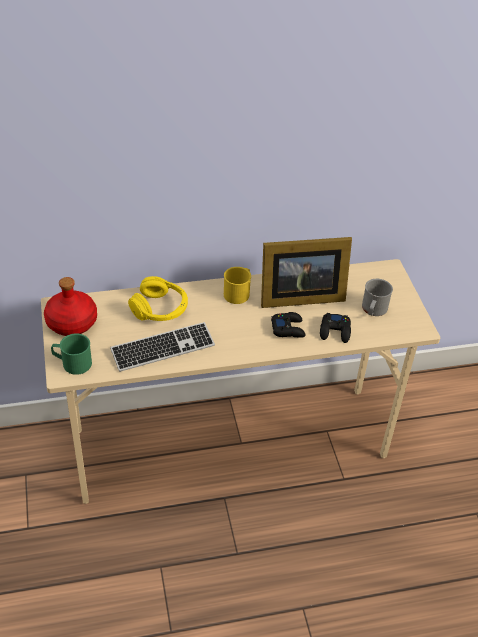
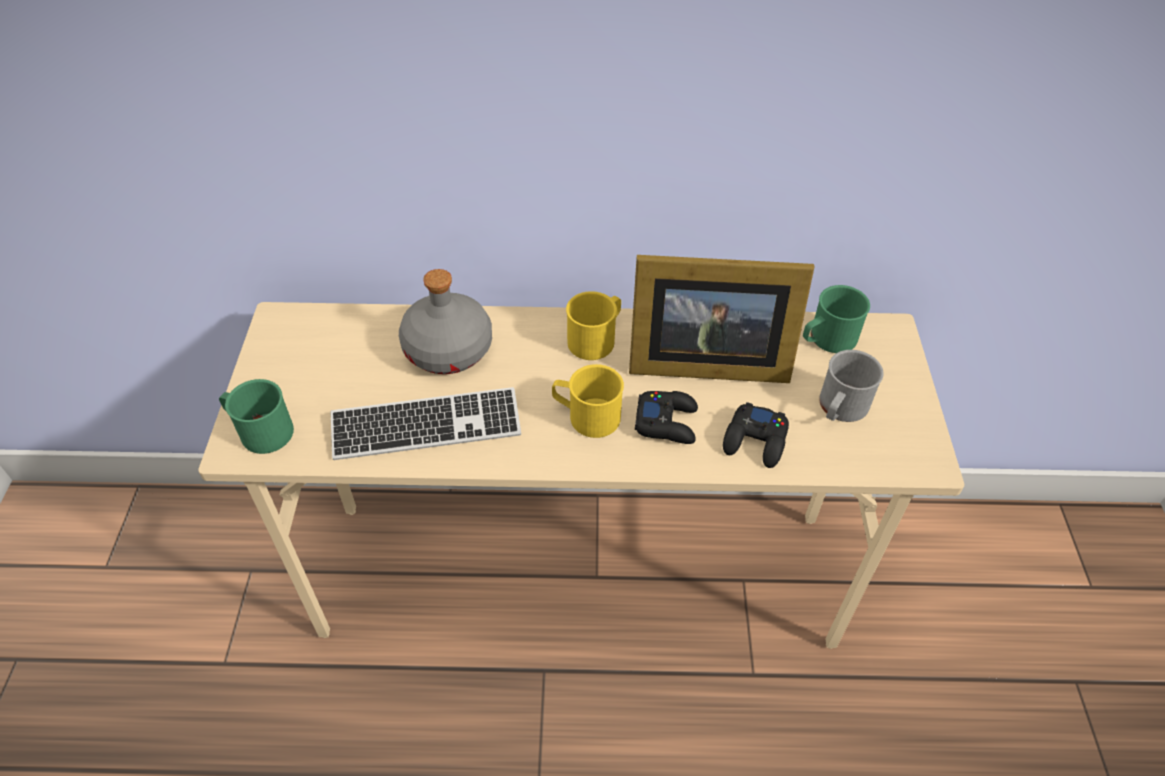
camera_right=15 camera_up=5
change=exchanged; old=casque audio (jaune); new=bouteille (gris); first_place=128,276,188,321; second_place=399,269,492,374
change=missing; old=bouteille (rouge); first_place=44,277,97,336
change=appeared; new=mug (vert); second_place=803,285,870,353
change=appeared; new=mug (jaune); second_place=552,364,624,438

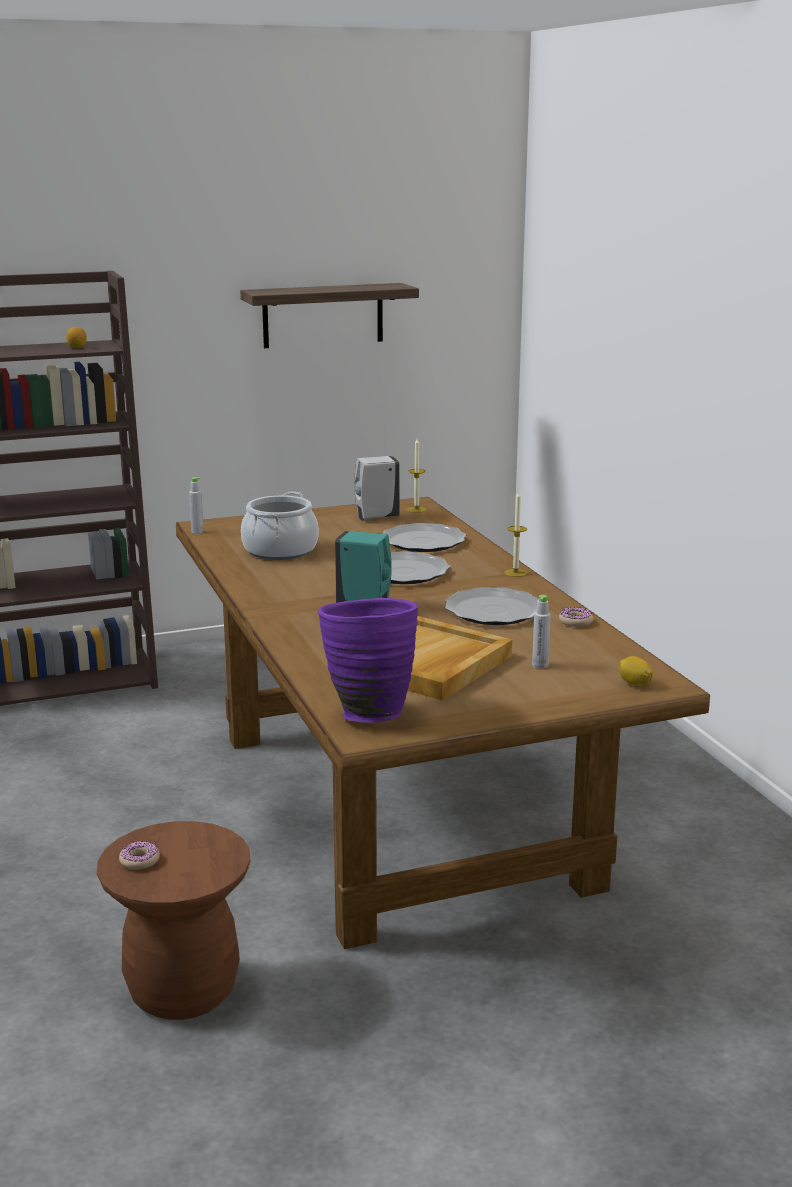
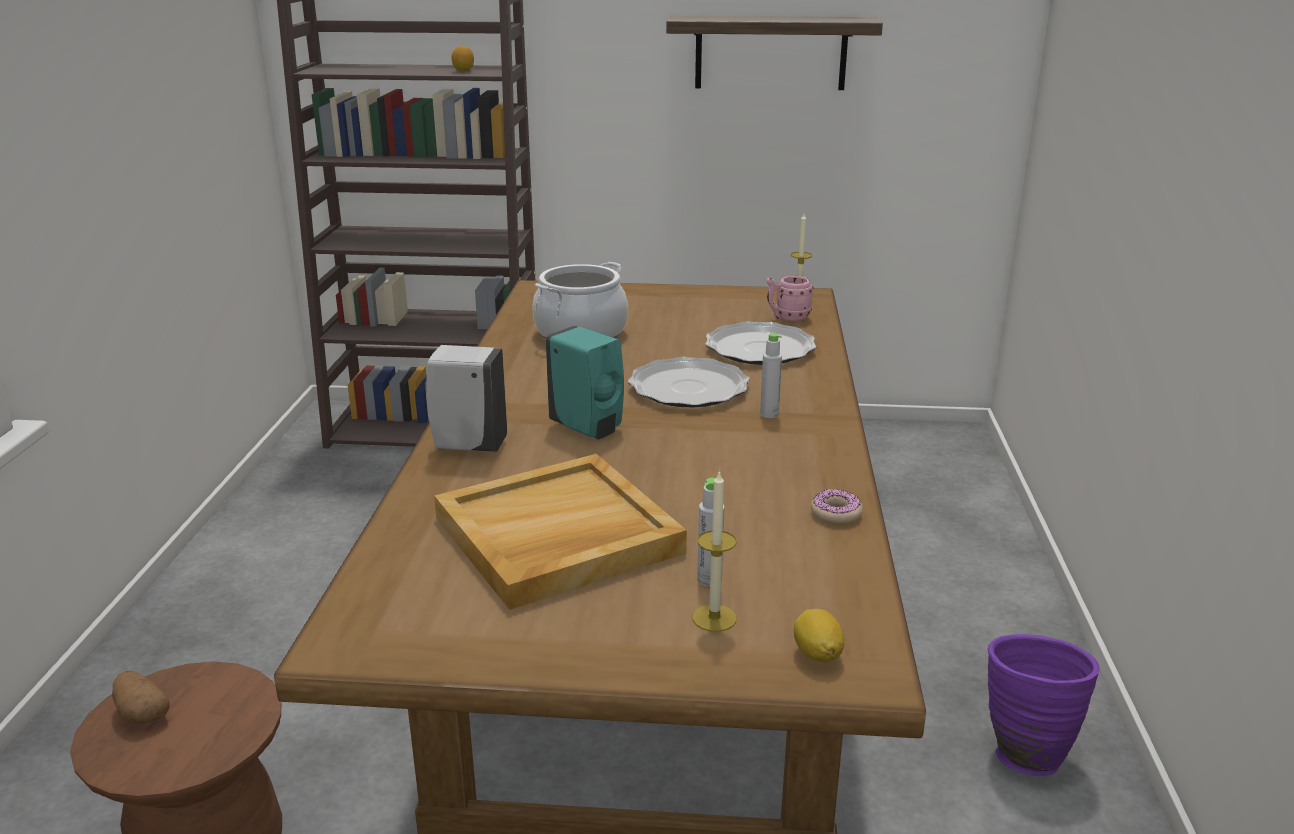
camera_right=25 camera_up=5
change=relocated; old=distributeur de savon (blanc); first_place=354,456,399,521; second_place=426,345,507,452
change=relocated; old=bouteille (gris); first_place=189,477,204,534; second_place=760,333,782,418
change=relocated; old=bougie; first_place=504,490,527,577; second_place=693,470,737,632
change=missing; old=assiette; first_place=445,587,539,625
change=relocated; old=vase (violet); first_place=317,598,418,723; second_place=988,634,1100,776
change=exchanged; old=beignet; new=pomme de terre; first_place=119,842,160,870; second_place=112,670,170,724
change=appeared; new=mug (rose); second_place=766,276,814,321

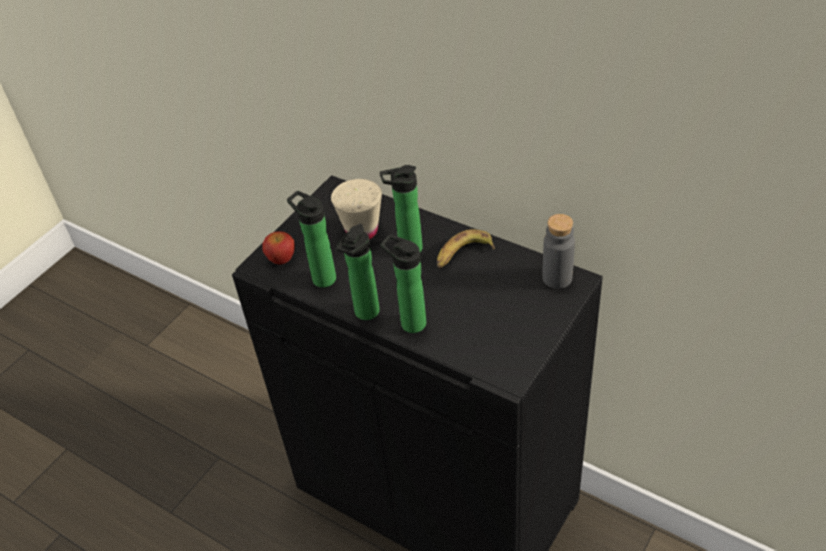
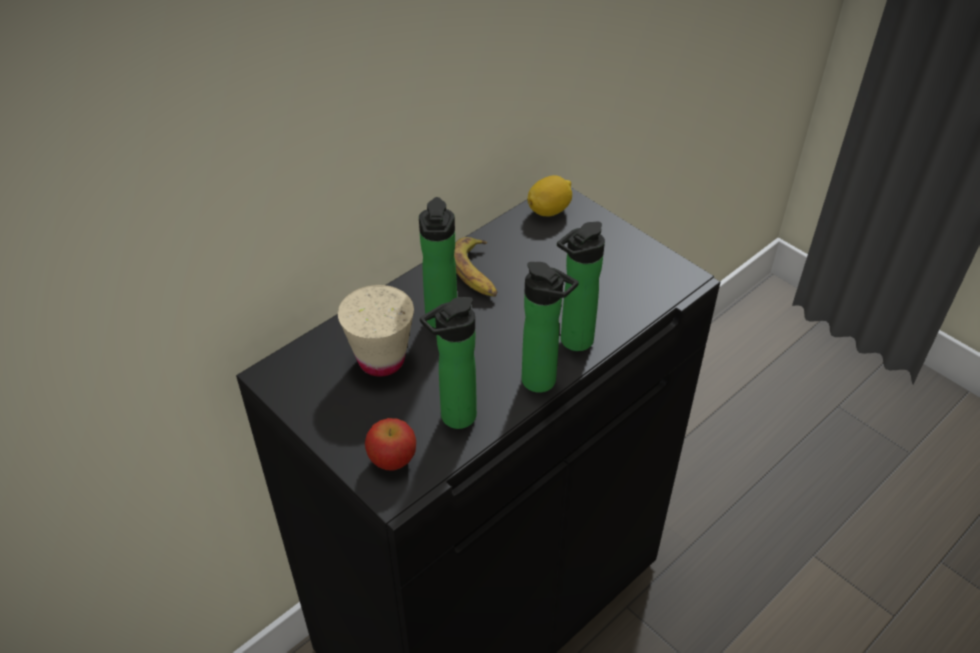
camera_right=-80 camera_up=0
change=exchanged; old=bouteille (gris); new=citron; first_place=542,214,575,289; second_place=527,175,572,216

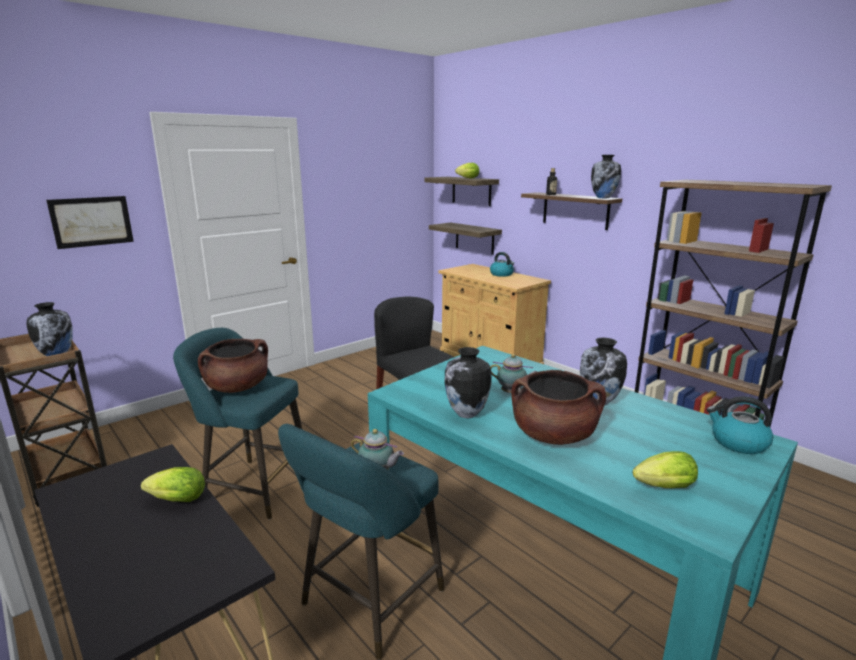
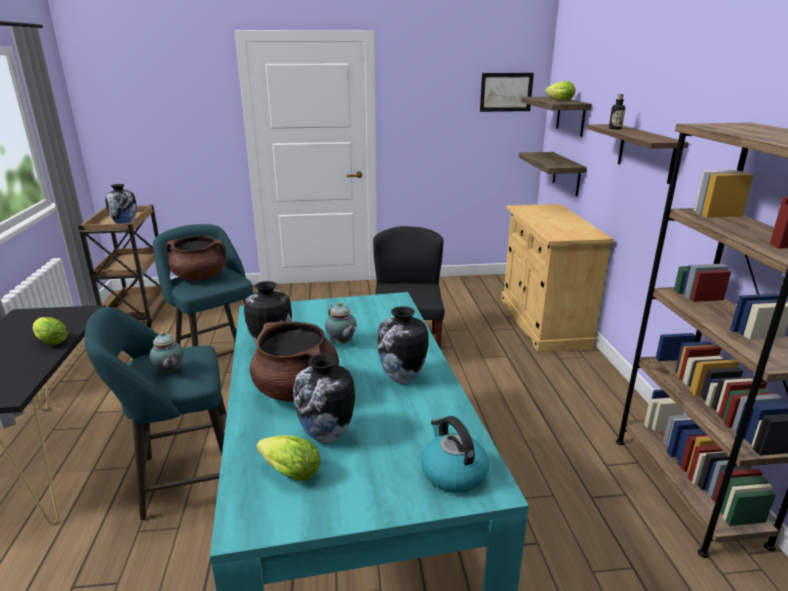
camera_right=35 camera_up=5
change=relocated; old=vase; first_place=591,155,621,198; second_place=293,354,355,444
change=relocated; old=tableau; first_place=46,196,134,249; second_place=480,73,534,112
change=missing; old=bouilloire; first_place=490,252,514,277

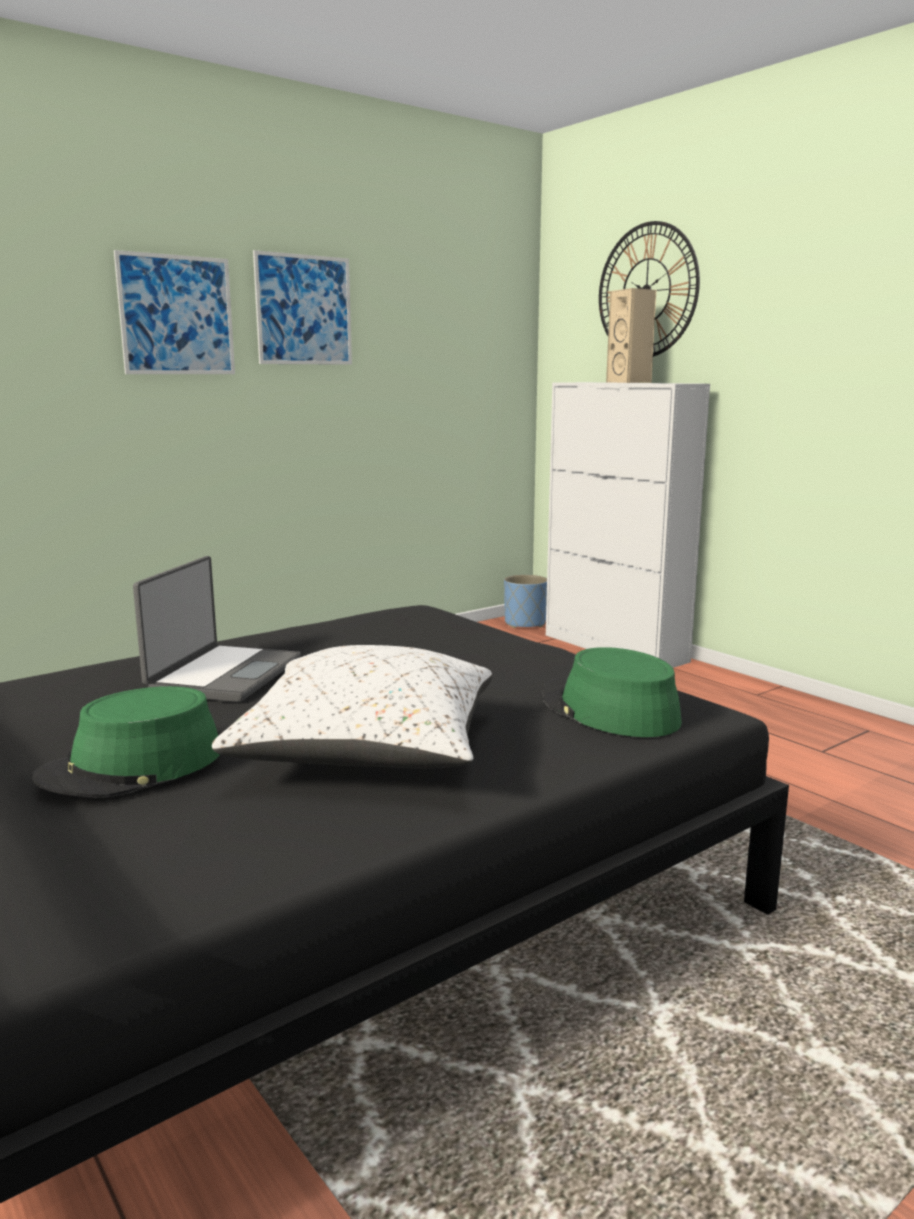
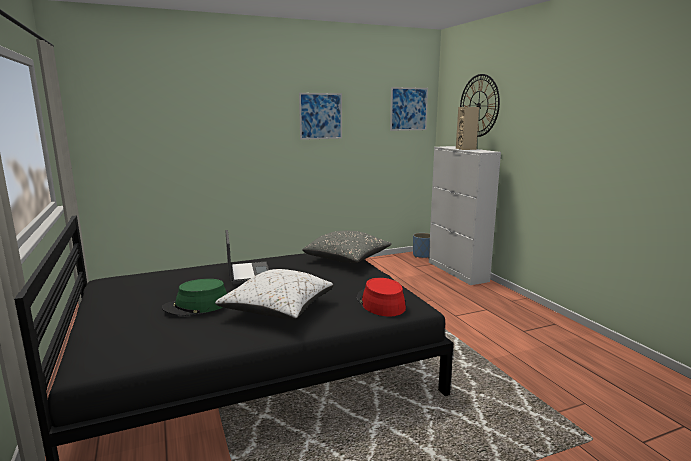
camera_right=15 camera_up=0
change=relocated; old=tableau; first_place=114,250,235,374; second_place=390,87,428,131
change=spun; old=ordinateur portable; first_place=133,556,301,702; second_place=226,230,269,285; degrees=-45
change=colour; old=chapeau (vert); new=chapeau (rouge); first_place=542,647,682,737; second_place=357,278,406,316
change=appeared; new=coussin (gris); second_place=302,231,392,263

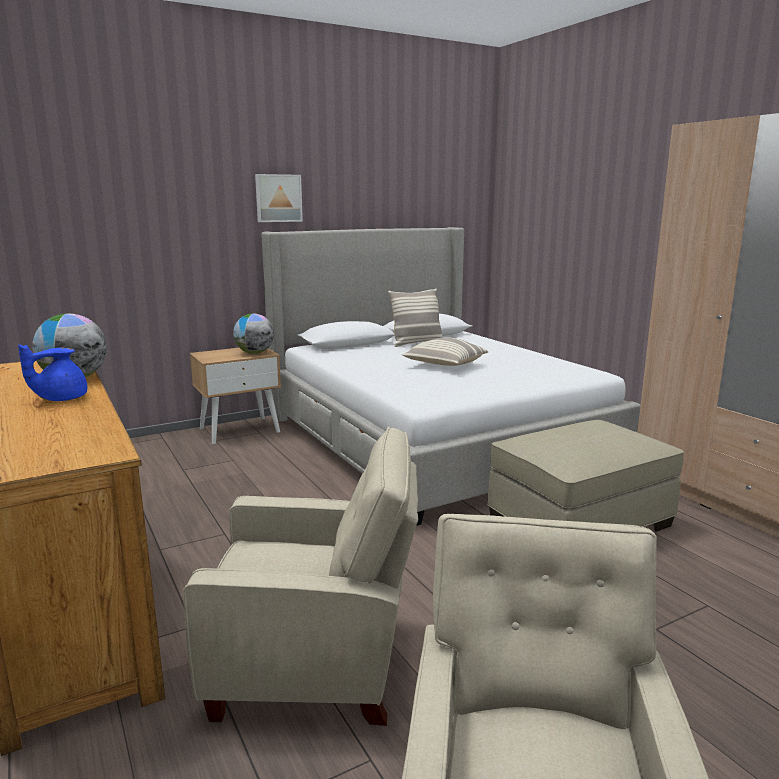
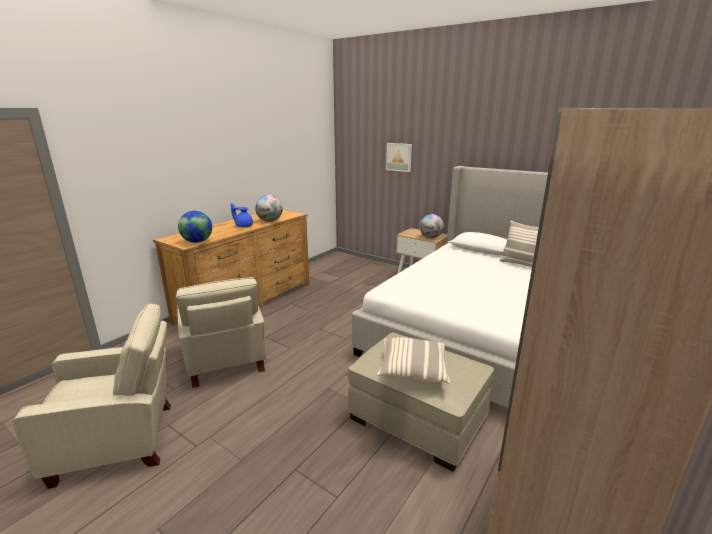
camera_right=65 camera_up=5
change=relocated; old=tableau; first_place=255,174,303,222; second_place=386,143,412,172
change=relocated; old=coussin; first_place=402,337,488,366; second_place=377,337,450,384
change=appeared; new=globe; second_place=178,211,212,243

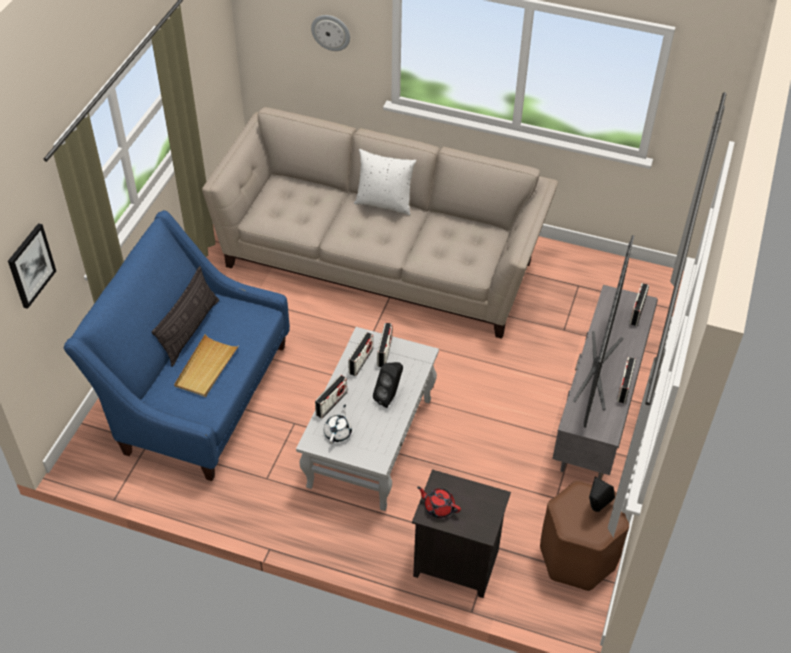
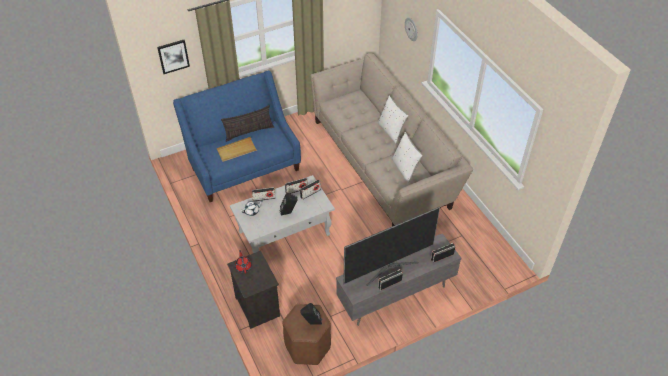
camera_right=45 camera_up=0
change=appeared; new=coussin (blanc); second_place=392,132,423,183

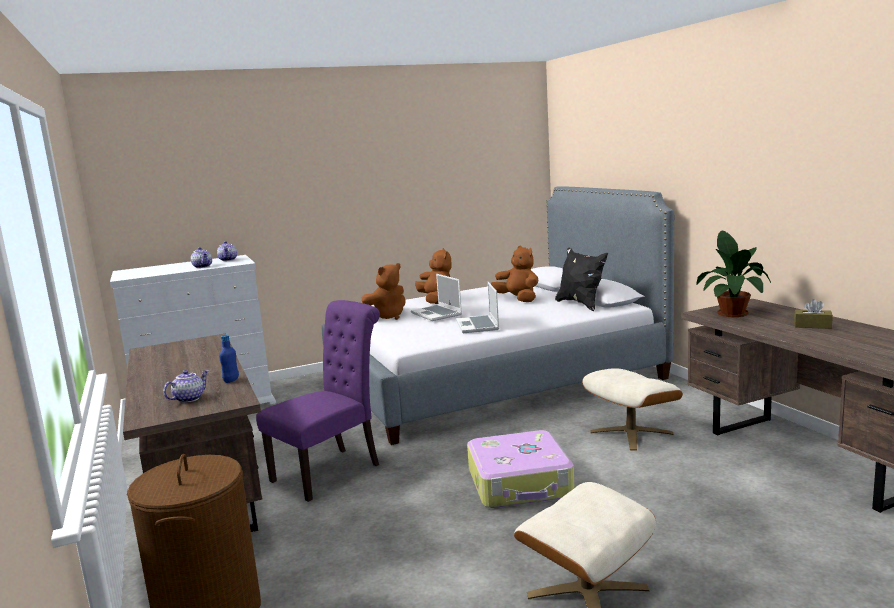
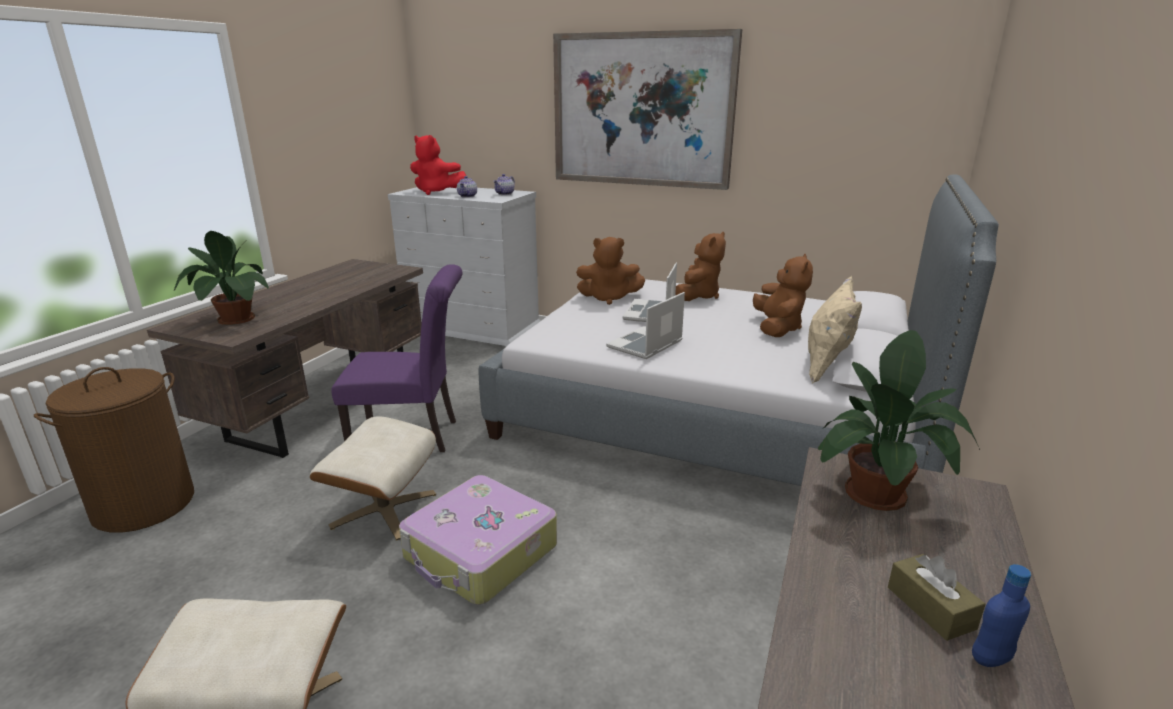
camera_right=45 camera_up=10
change=colour; old=coussin (noir); new=coussin (beige); first_place=555,247,608,311; second_place=808,276,862,383
change=relocated; old=bouteille (bleu); first_place=219,334,239,383; second_place=972,564,1031,667
change=relocated; old=pouf (beige); first_place=582,368,683,451; second_place=310,416,436,540
change=exchanged; old=théière; new=plante en pot; first_place=163,370,208,403; second_place=174,231,269,325
change=appeared; new=tableau; second_place=553,29,742,190
change=appeared; new=peluche (rouge); second_place=410,135,466,195

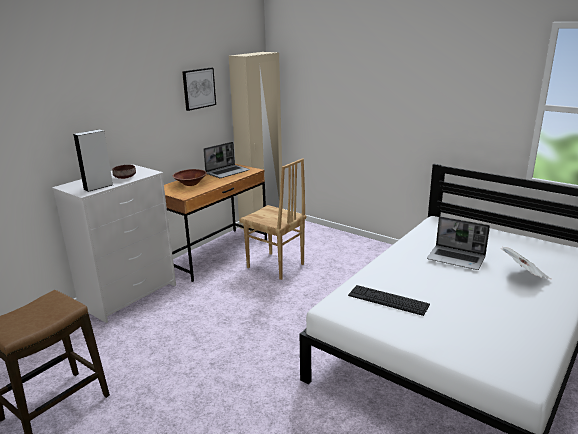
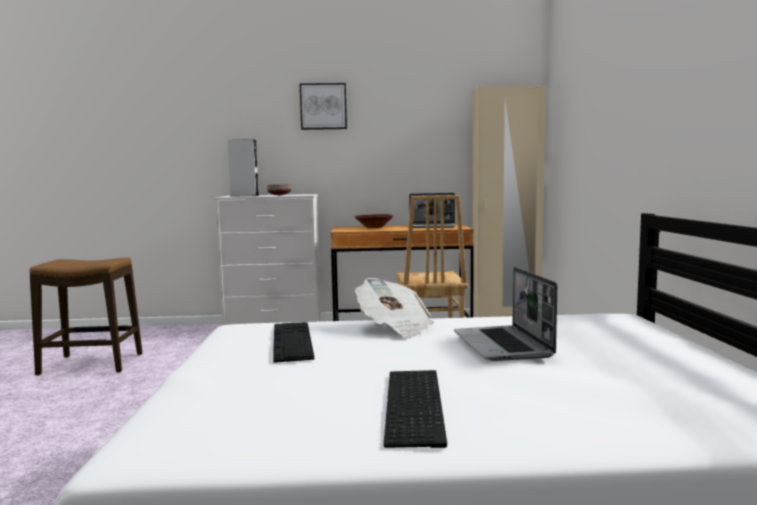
camera_right=50 camera_up=-15
change=relocated; old=tableau; first_place=182,68,216,111; second_place=300,83,347,130
change=relocated; old=journal; first_place=500,247,552,279; second_place=355,278,434,338
change=appeared; new=clavier; second_place=384,370,447,448

